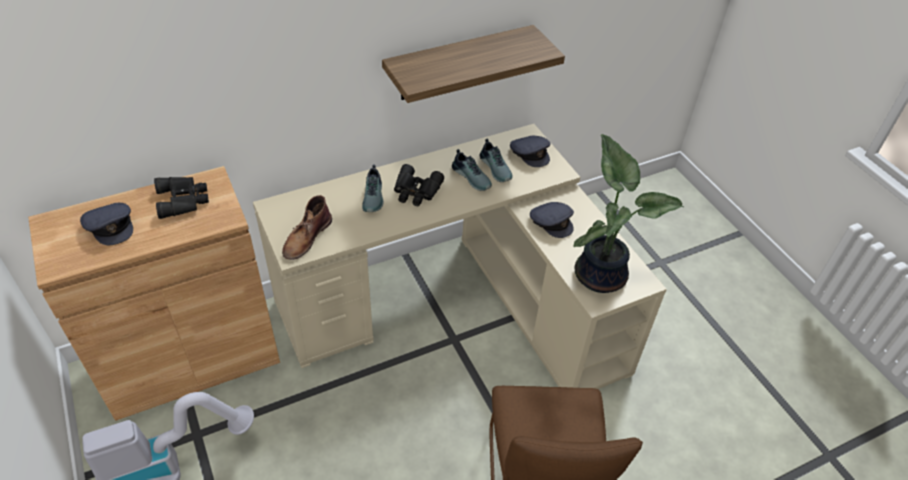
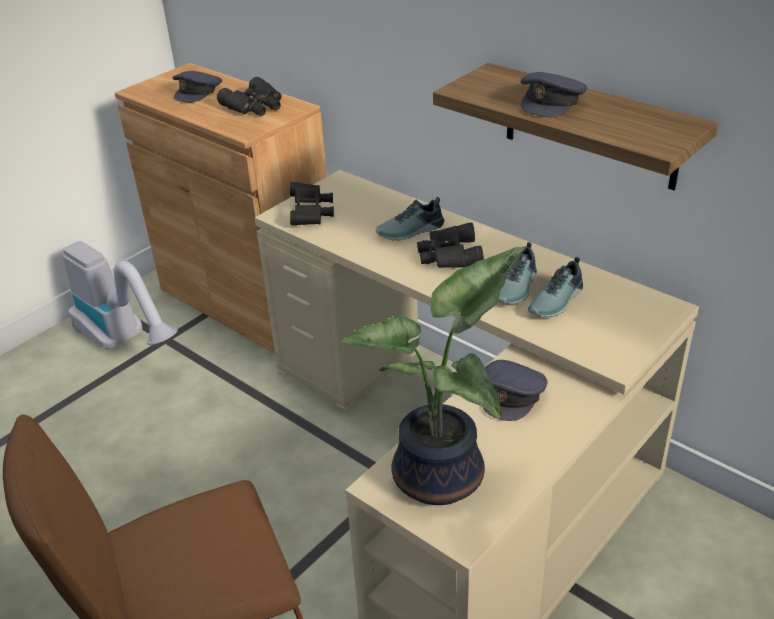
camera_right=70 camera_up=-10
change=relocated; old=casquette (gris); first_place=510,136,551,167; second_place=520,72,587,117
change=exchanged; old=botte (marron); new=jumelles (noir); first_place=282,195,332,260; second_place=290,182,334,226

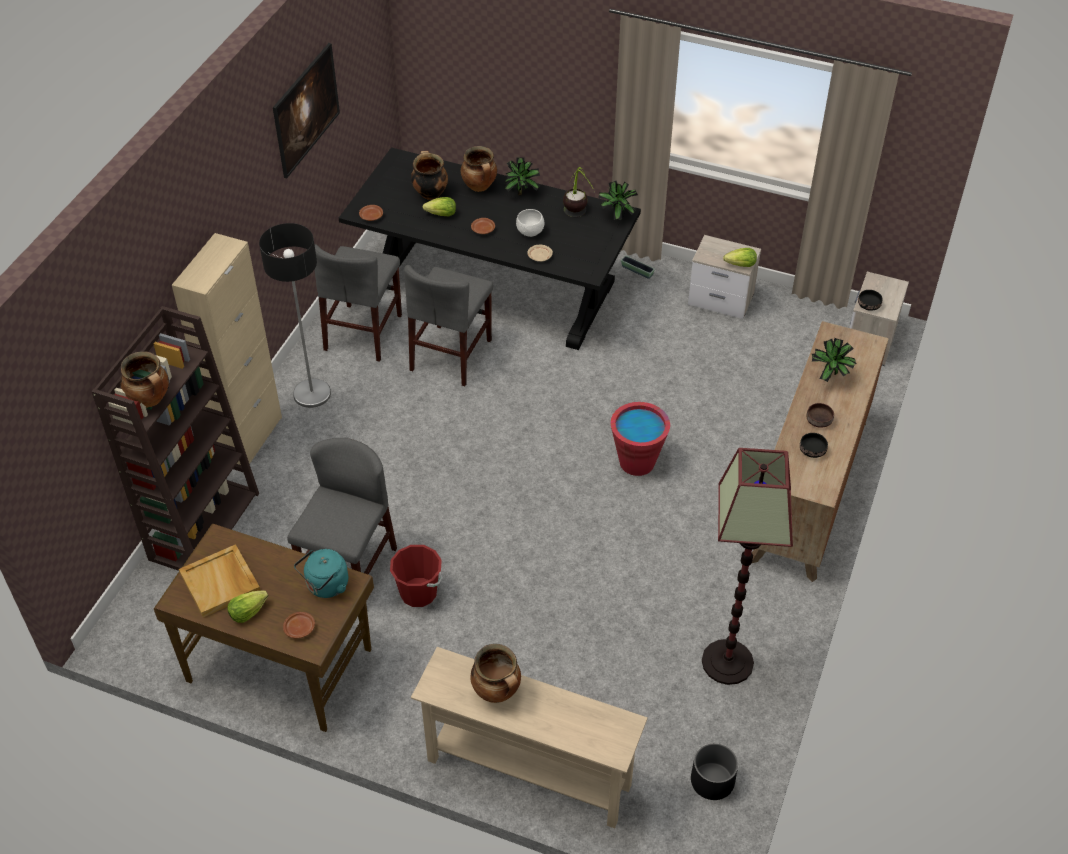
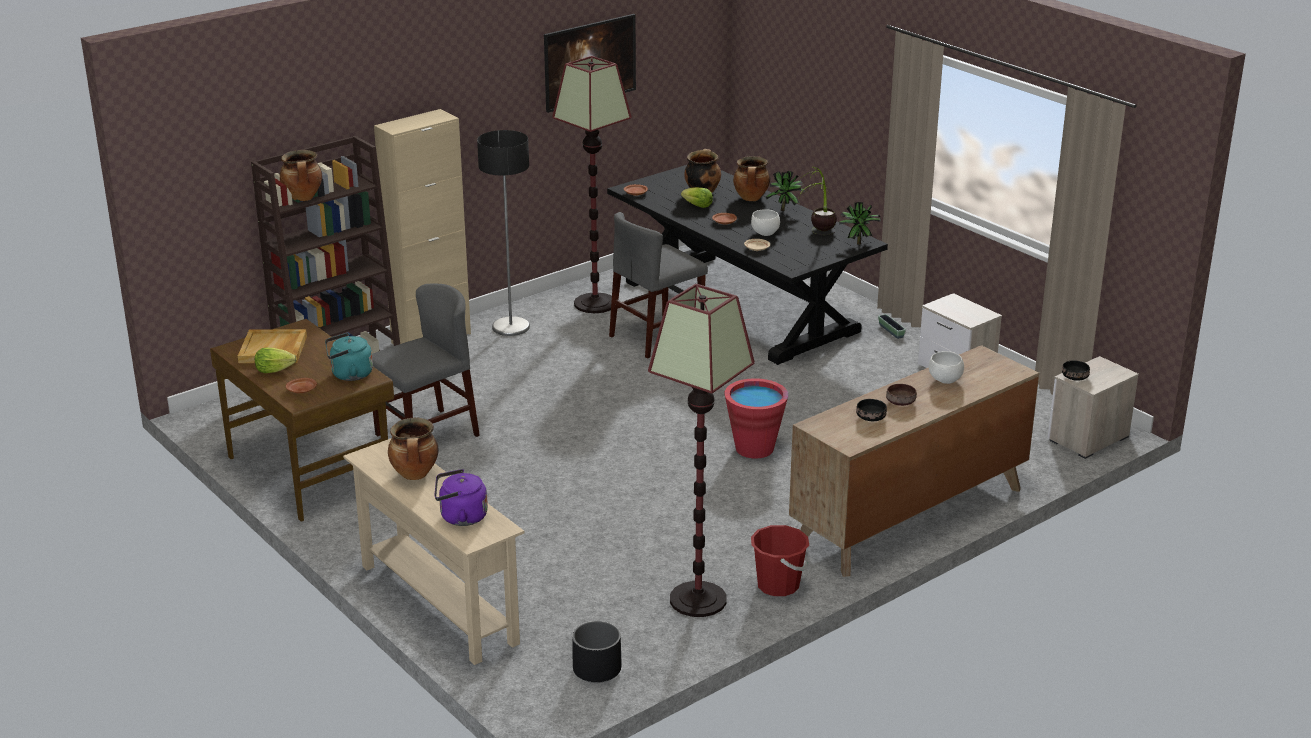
camera_right=30 camera_up=-20
change=exchanged; old=chaise (gris); new=lampadaire; first_place=314,244,402,362; second_place=552,56,632,313
change=missing; old=laitue; first_place=723,248,757,267
change=exchanged; old=plante en pot; new=bol (blanc); first_place=812,338,857,382; second_place=929,351,964,384
change=relocated; old=seau (rouge); first_place=390,545,443,607; second_place=751,525,809,596
change=appeared; new=bouilloire (violet); second_place=435,469,488,526

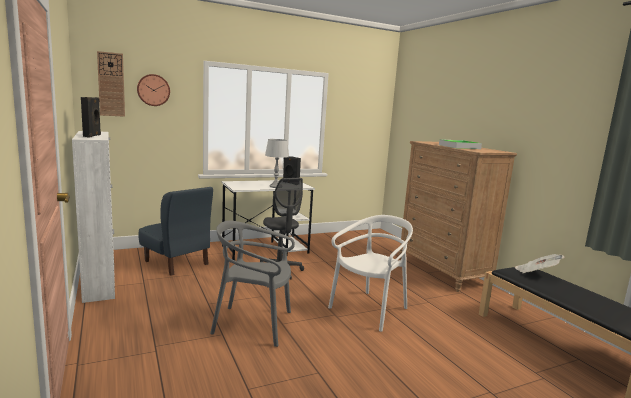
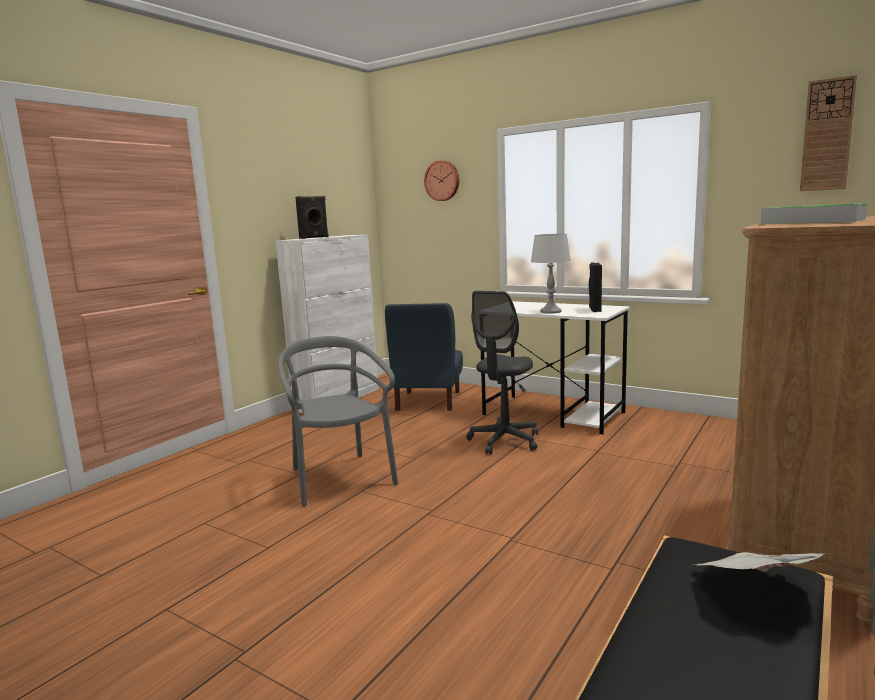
camera_right=60 camera_up=0
change=relocated; old=horloge murale; first_place=97,51,125,117; second_place=800,75,857,191
change=missing; old=chaise (blanc); first_place=328,215,413,332

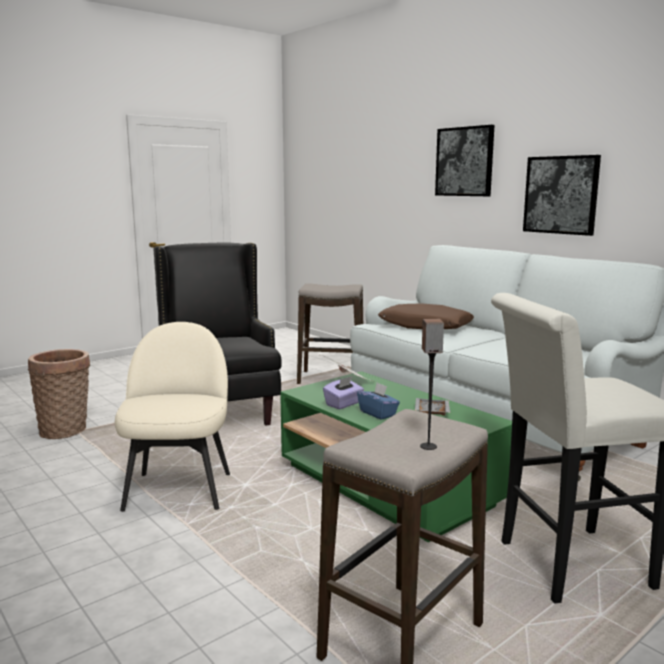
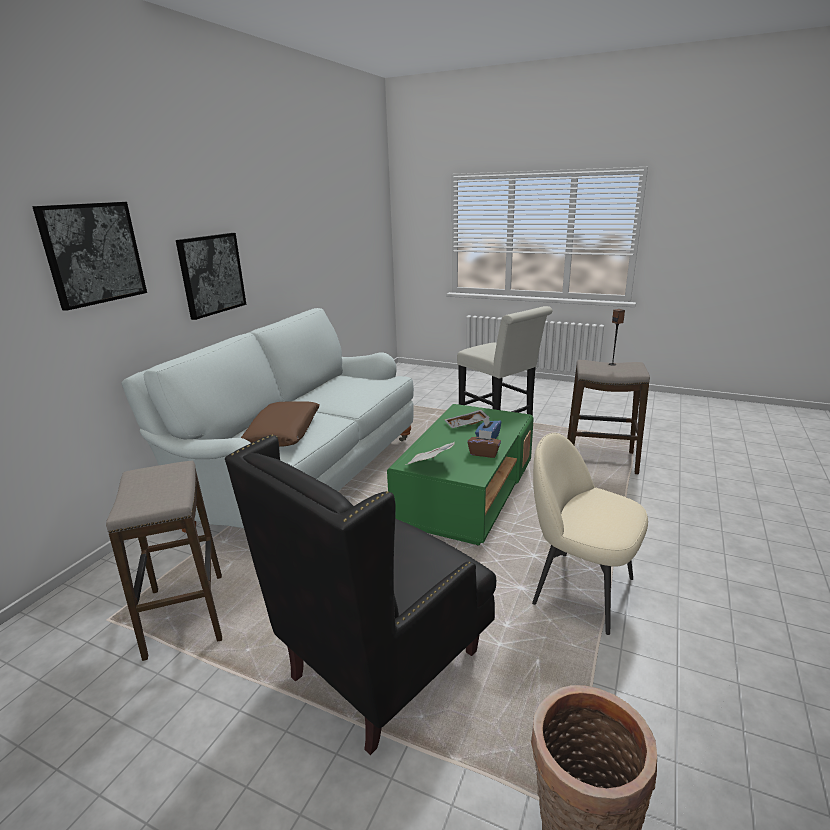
camera_right=-115 camera_up=10
change=spun; old=chaise (beige); first_place=115,322,230,512; second_place=532,433,648,635; degrees=60
change=colour; old=boîte à mouchoirs (violet); new=boîte à mouchoirs (marron); first_place=323,376,364,409; second_place=467,430,501,458

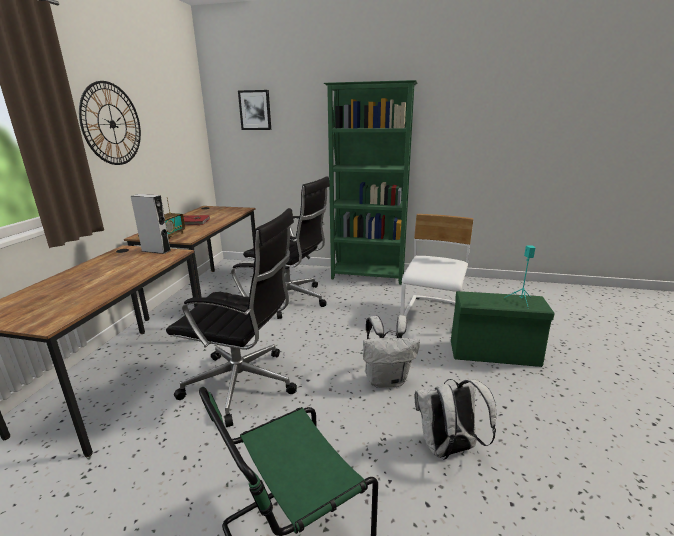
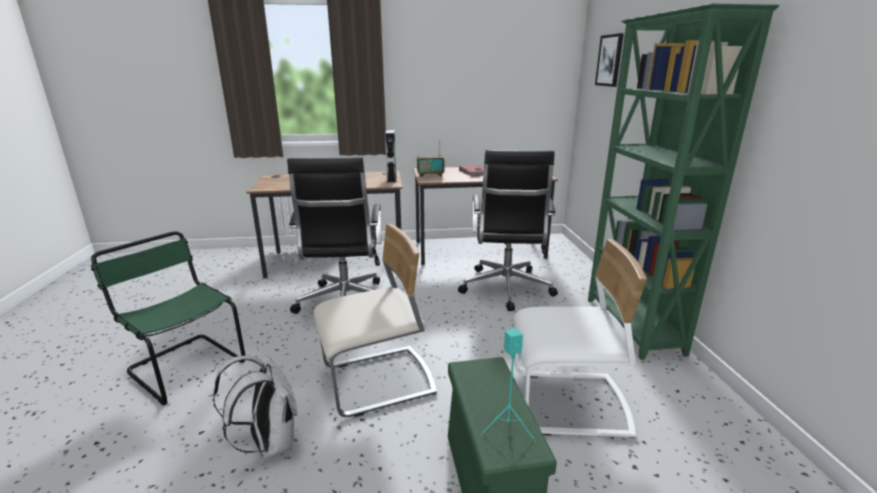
camera_right=70 camera_up=0
change=missing; old=horloge murale; first_place=79,81,141,165
change=exchanged; old=sac à dos (blanc); new=chaise (beige); first_place=363,315,420,388; second_place=313,224,437,417

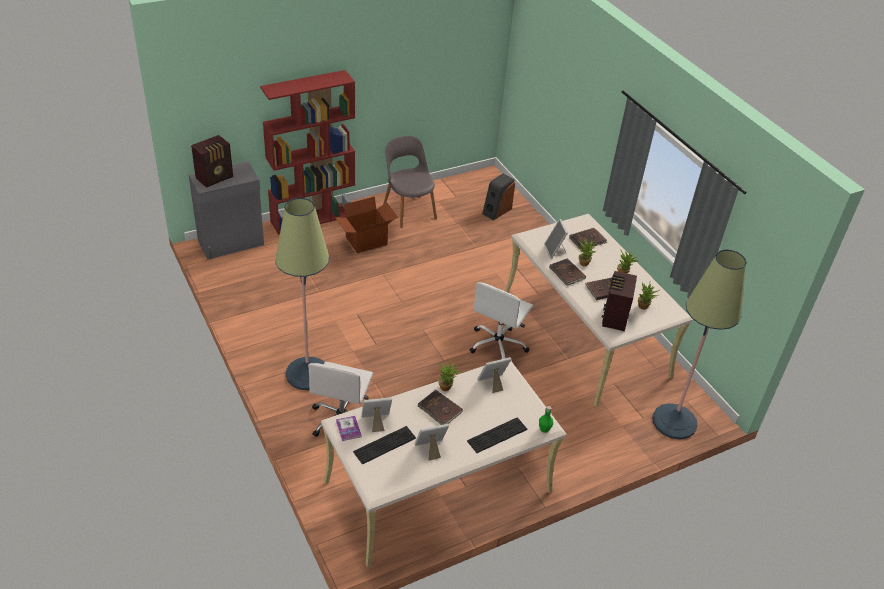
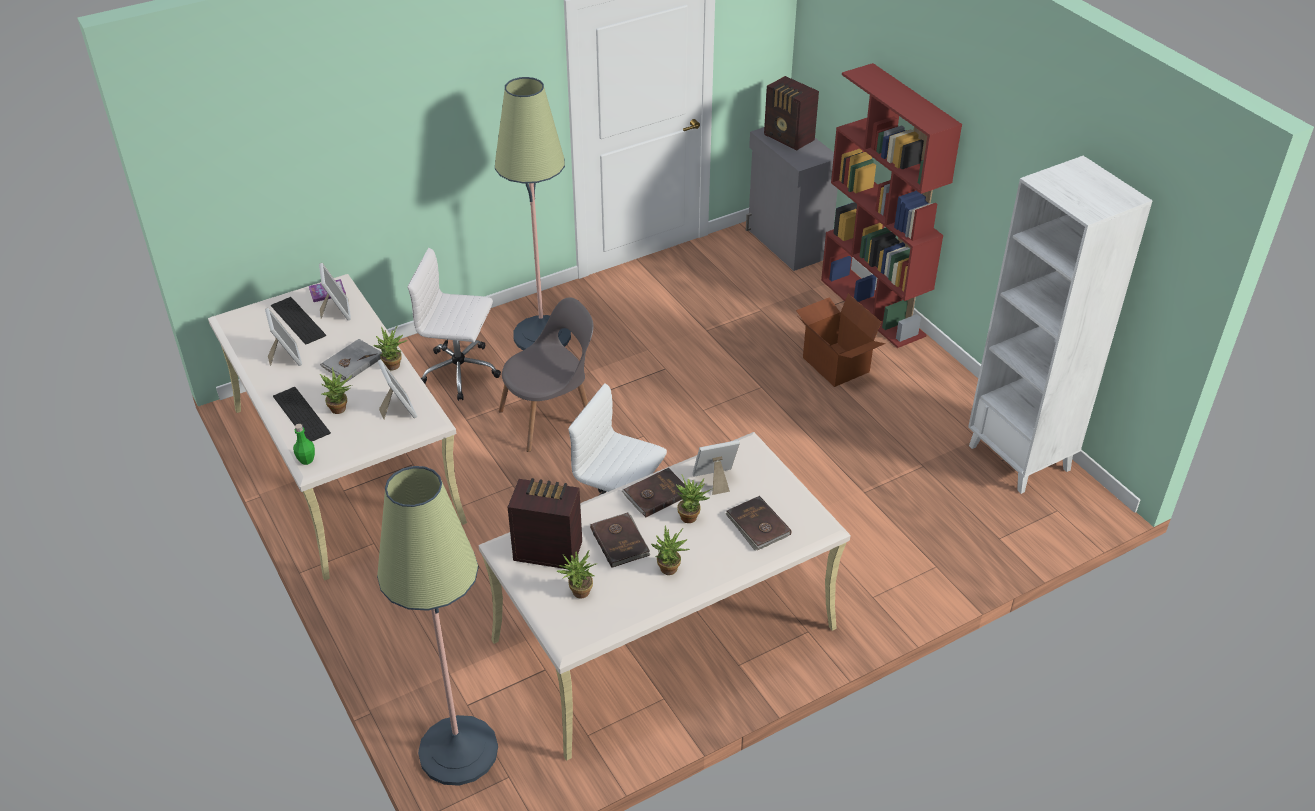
camera_right=90 camera_up=0
change=relocated; old=chaise (gris); first_place=383,136,437,228; second_place=499,297,594,452
change=missing; old=enceinte; first_place=482,174,515,220
change=colour; old=livre (marron); new=livre (gris); first_place=417,390,463,425; second_place=320,339,382,382
change=appeared; new=bibliothèque (blanc); second_place=968,156,1153,494
change=appeared; new=plante en pot; second_place=320,367,352,414

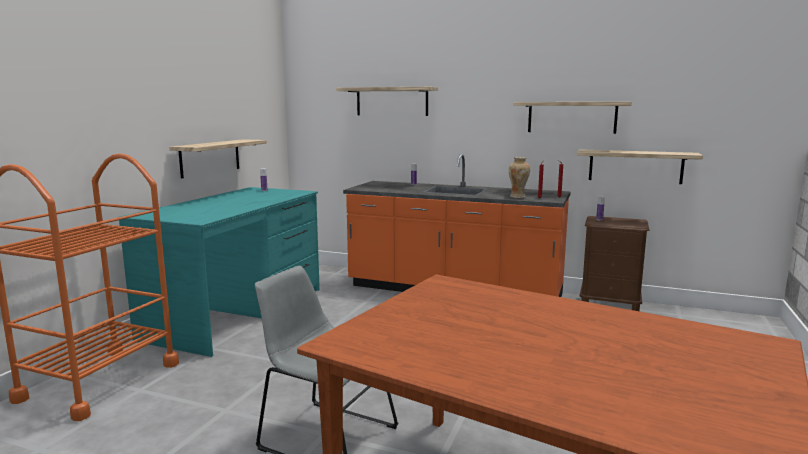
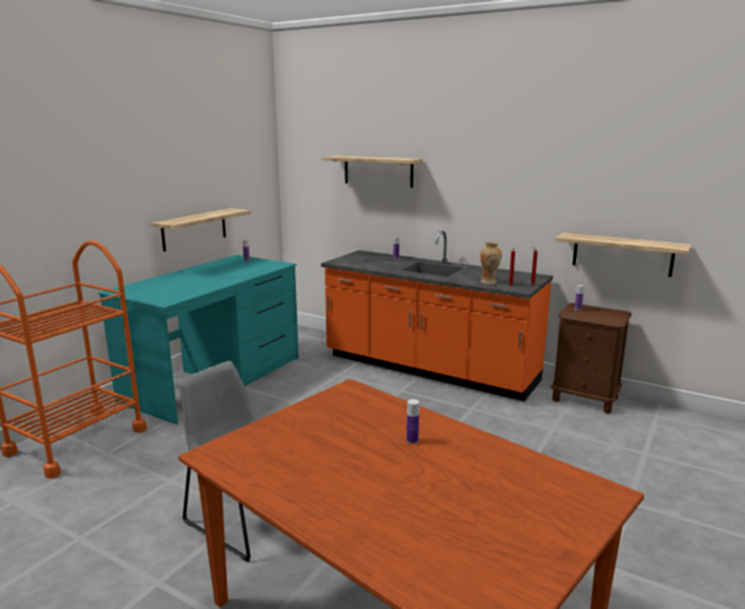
camera_right=10 camera_up=5
change=missing; old=étagère; first_place=513,102,632,134
change=appeared; new=bouteille; second_place=406,399,419,444

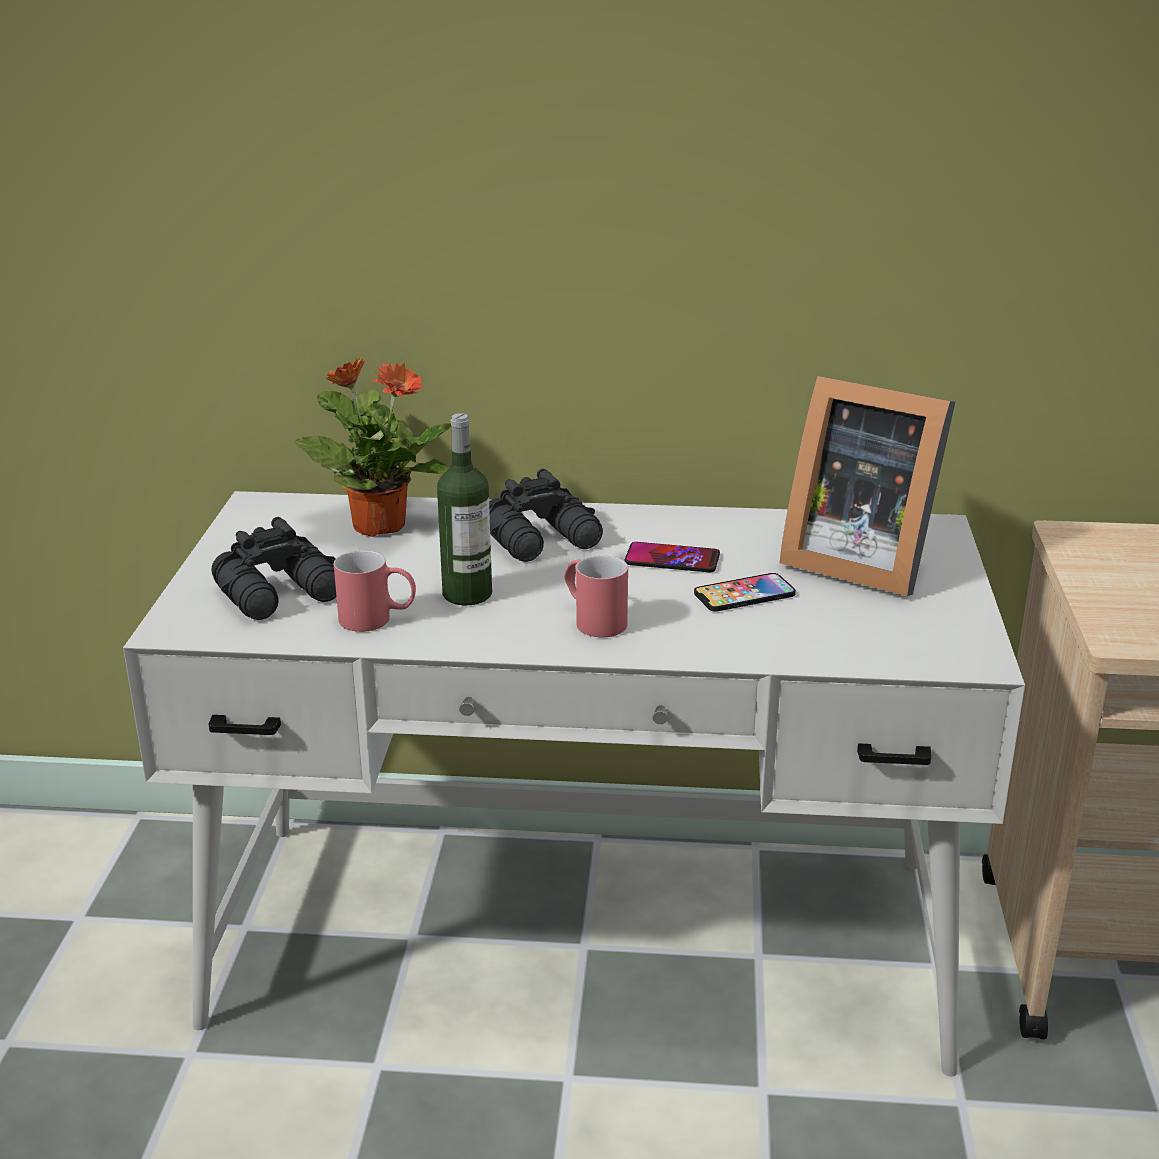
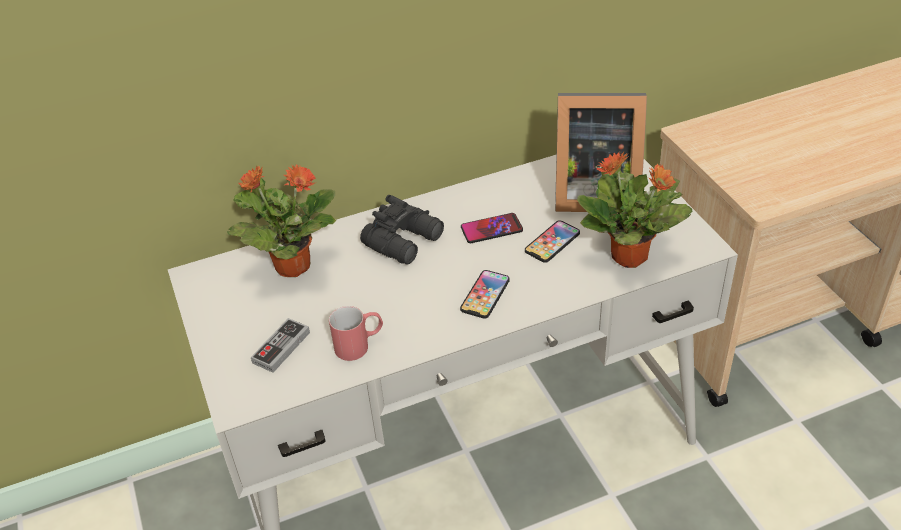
camera_right=-25 camera_up=15
change=missing; old=bouteille; first_place=437,413,492,606
change=exchanged; old=jumelles (noir); new=manette; first_place=211,517,336,620; second_place=251,318,310,373
change=exchanged; old=mug (rouge); new=téléphone; first_place=564,555,628,637; second_place=460,270,510,319
change=appeared; new=plante en pot; second_place=577,152,693,268

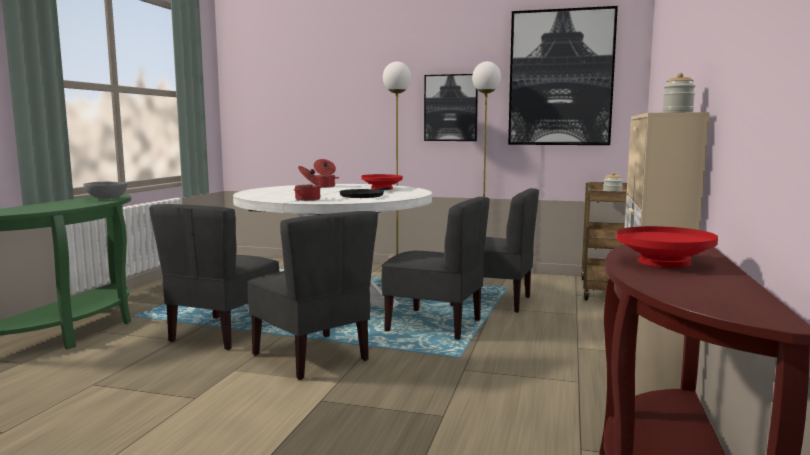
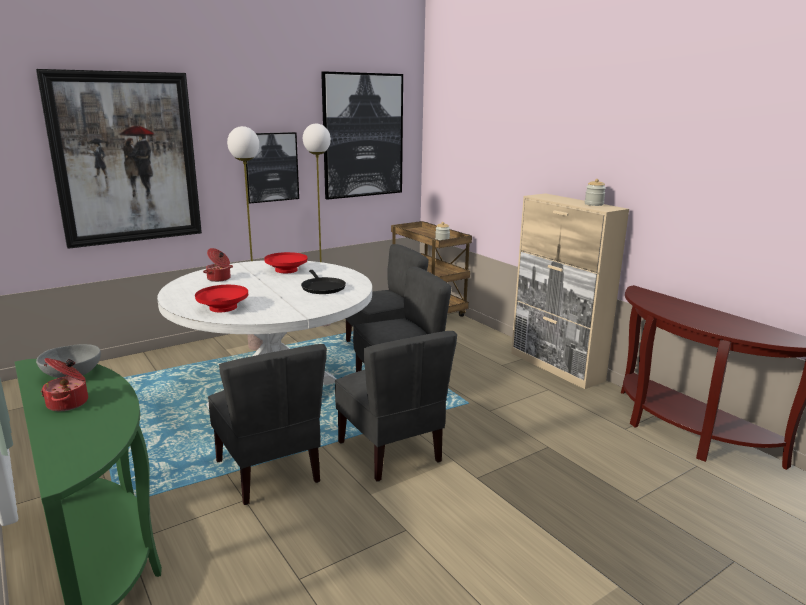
camera_right=-50 camera_up=10
change=relocated; old=marmite; first_place=294,166,322,201; second_place=41,358,88,411
change=spun; old=chaise (gris); first_place=247,211,378,380; second_place=335,331,457,482; degrees=60
change=relocated; old=bol (rouge); first_place=616,226,718,268; second_place=195,285,248,313
change=appeared; new=tableau; second_place=36,69,202,249

